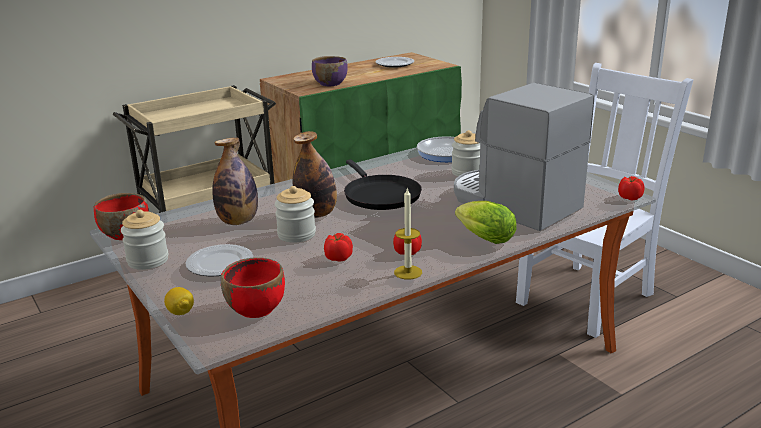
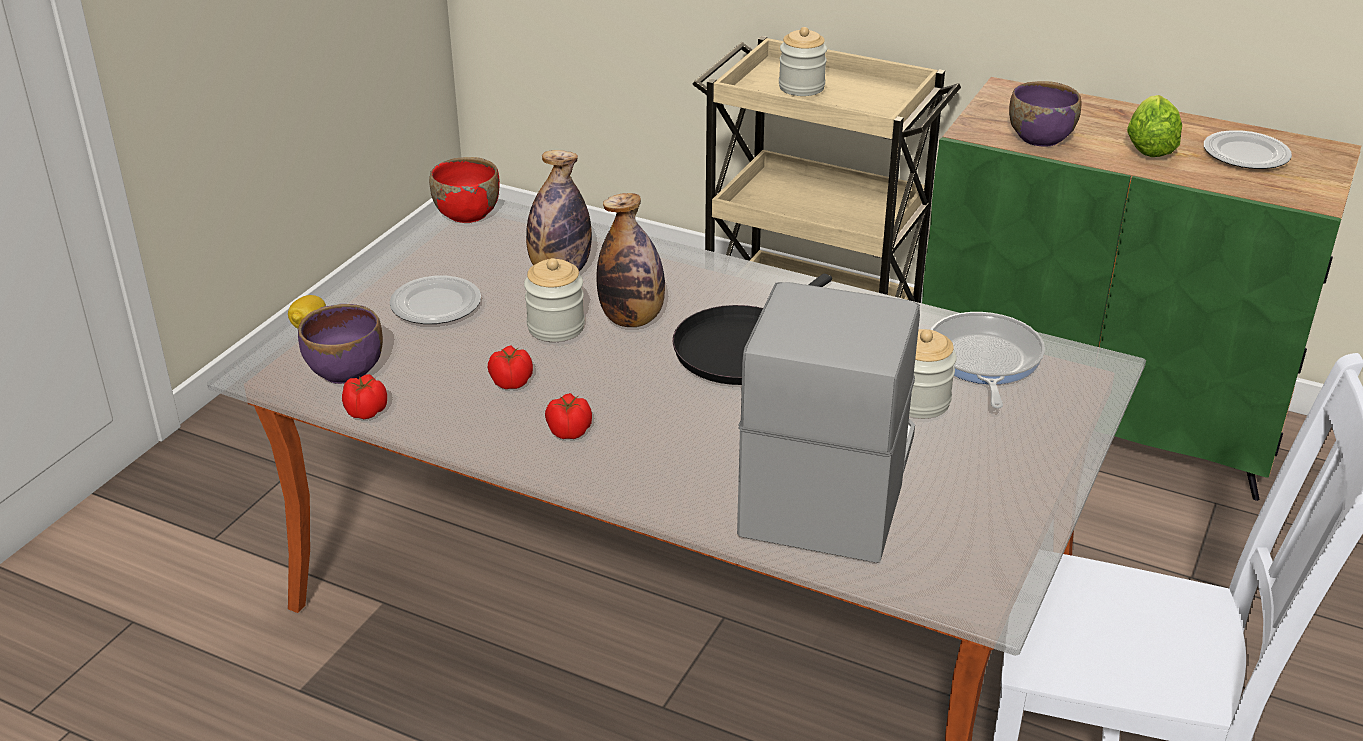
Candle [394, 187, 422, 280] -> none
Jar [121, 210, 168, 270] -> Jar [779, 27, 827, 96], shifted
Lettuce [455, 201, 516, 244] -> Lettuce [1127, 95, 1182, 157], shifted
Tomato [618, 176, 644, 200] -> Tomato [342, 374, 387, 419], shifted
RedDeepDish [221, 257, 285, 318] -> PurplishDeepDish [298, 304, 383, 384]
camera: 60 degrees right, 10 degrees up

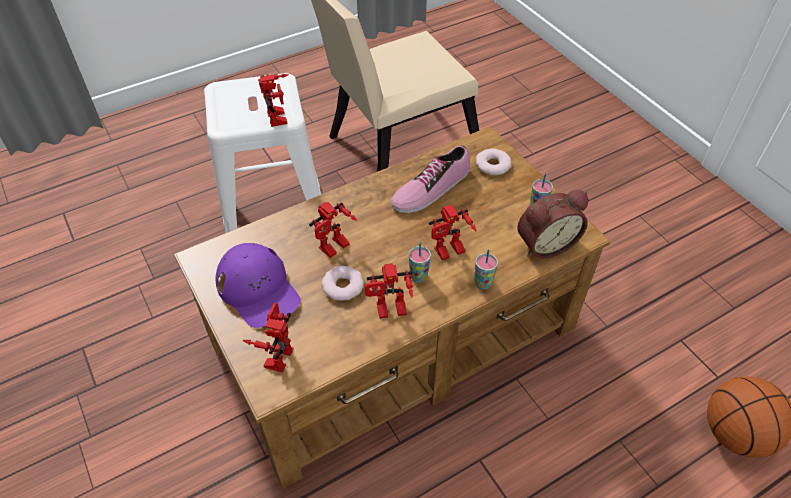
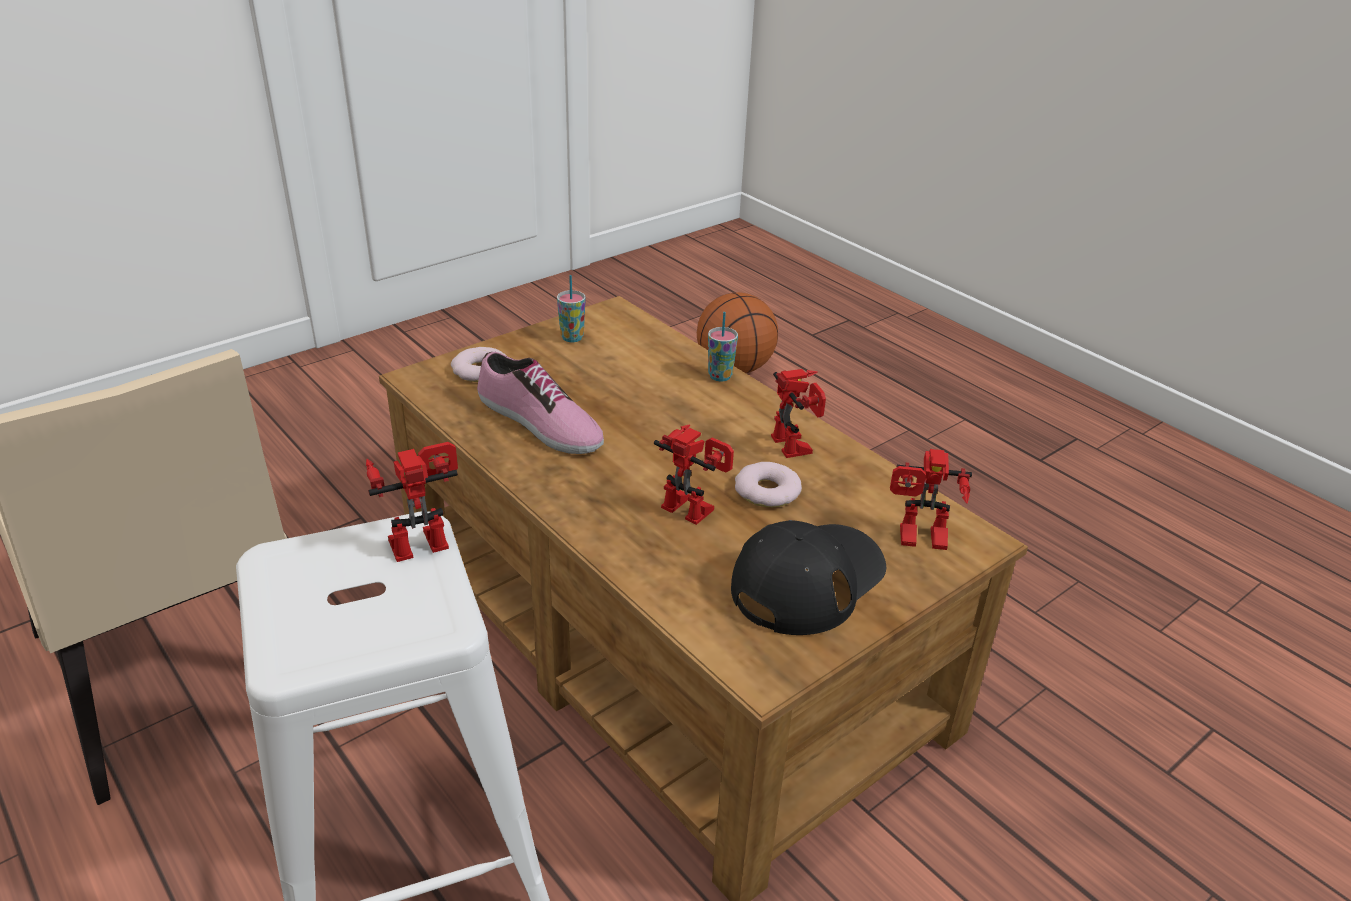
DrinkingCup [409, 242, 431, 283] -> none
ModelRobot [429, 205, 476, 260] -> none
BedsideClock [517, 190, 588, 258] -> none
PurplishCap [215, 243, 301, 328] -> BlackColouredCap [731, 520, 886, 635]
camera: 100 degrees left, 15 degrees down

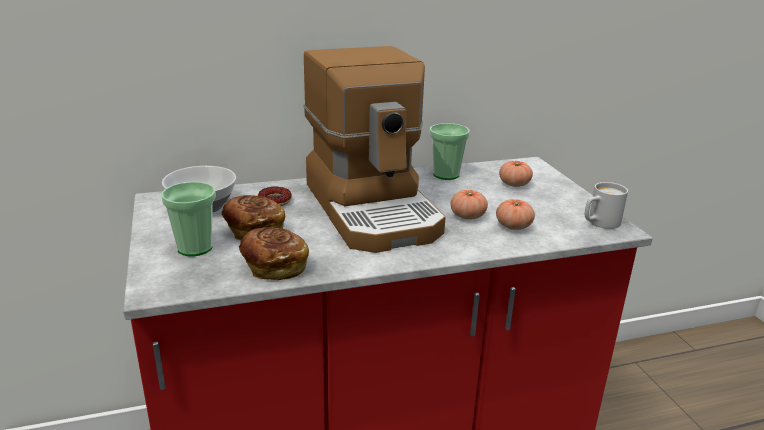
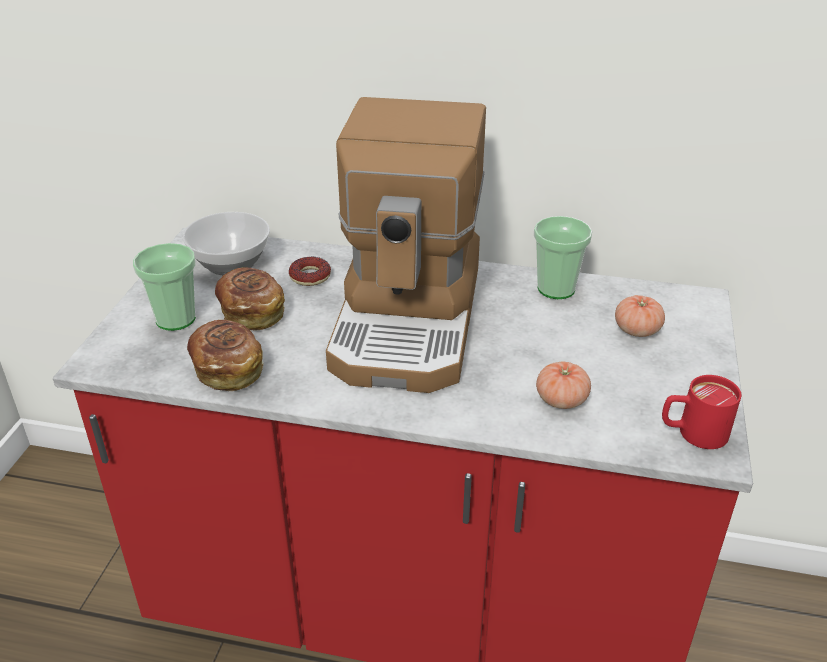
Tomato [450, 190, 488, 220] -> none
WhiteMug [585, 182, 628, 229] -> RedMug [662, 375, 741, 449]
camera: 30 degrees right, 10 degrees up

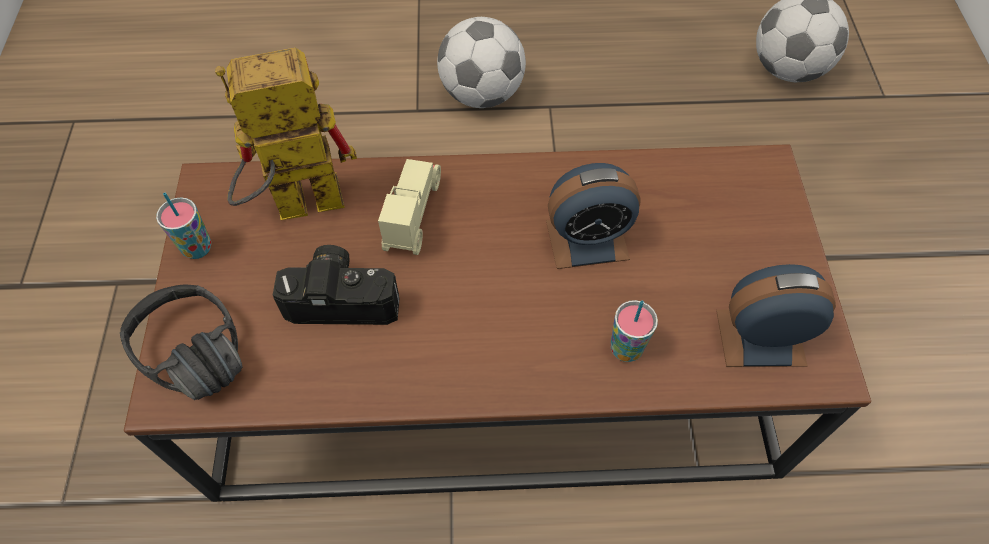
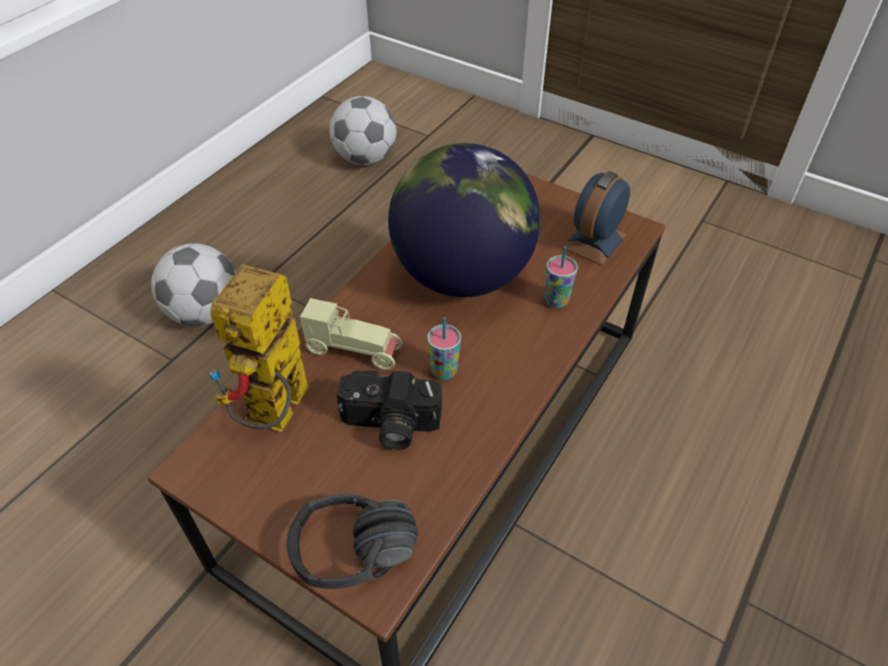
DrinkingCup [156, 193, 211, 259] -> DrinkingCup [427, 317, 461, 380], shifted
BedsideClock [546, 163, 641, 269] -> DeskGlobe [388, 143, 541, 297]
StillCamera [273, 245, 399, 325] -> StillCamera [337, 370, 442, 450], 120 degrees counterclockwise
BeigeToyCar [378, 159, 441, 255] -> BeigeToyCar [300, 298, 403, 371], 150 degrees clockwise
camera: 55 degrees left, 10 degrees down

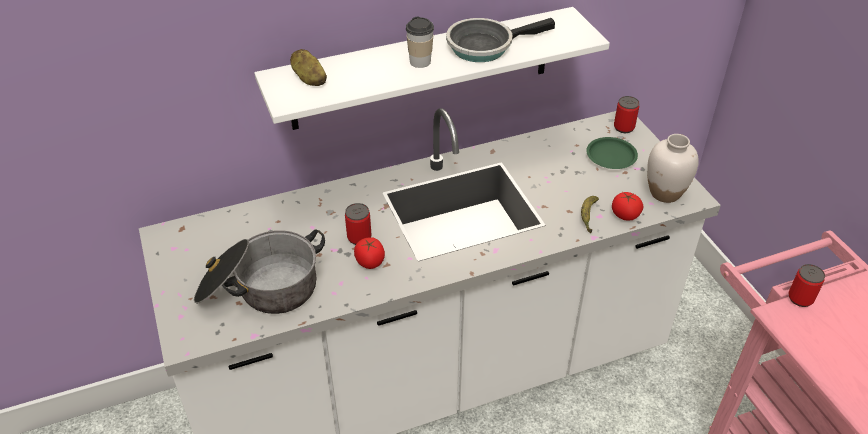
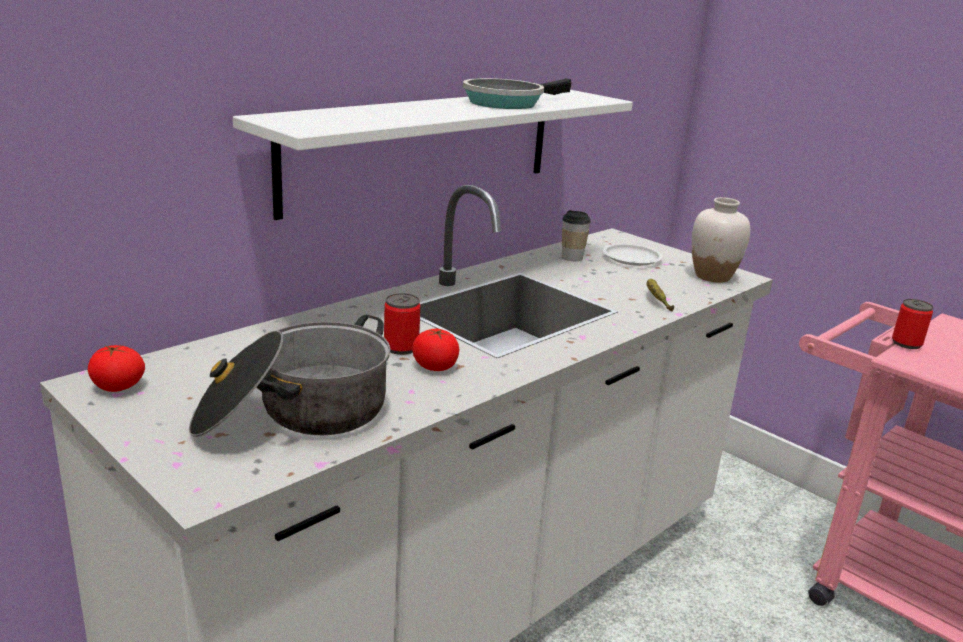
Spud [290, 49, 327, 86] -> none
MetalCan [614, 96, 639, 133] -> none
DrinkingCup [406, 17, 434, 68] -> DrinkingCup [562, 210, 591, 261], shifted
Tomato [612, 192, 644, 220] -> Tomato [88, 345, 145, 392], shifted
GreenColouredPlate [586, 137, 638, 169] -> WhitePlate [603, 244, 663, 266]
camera: 25 degrees left, 20 degrees down

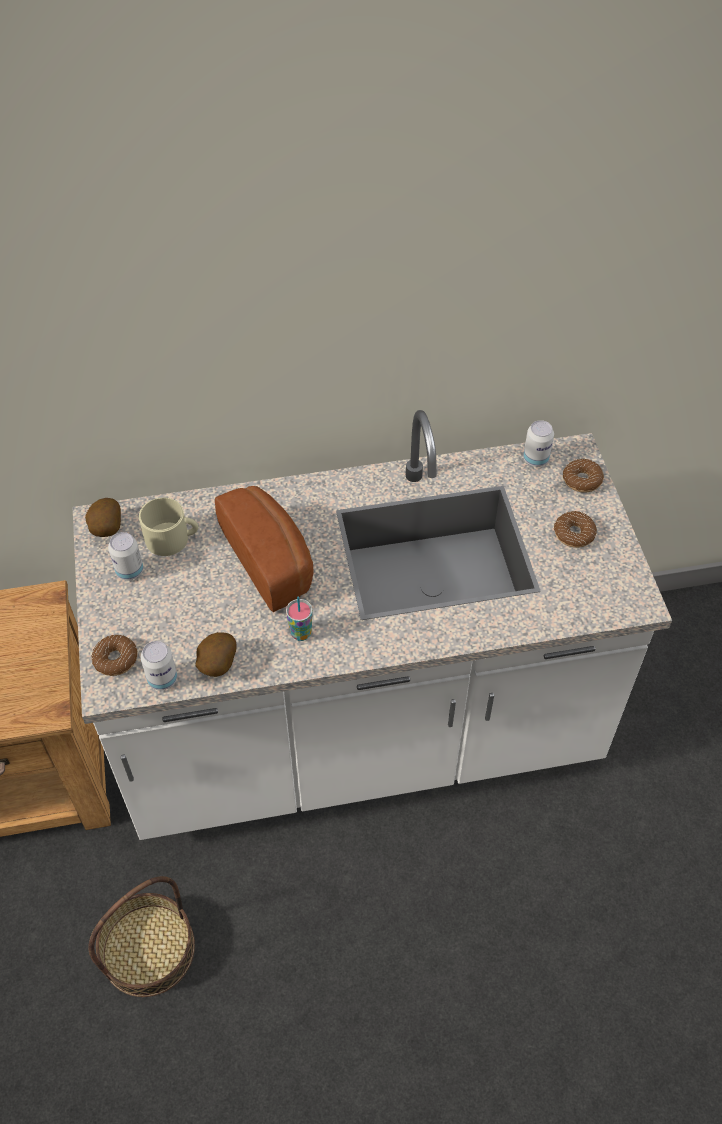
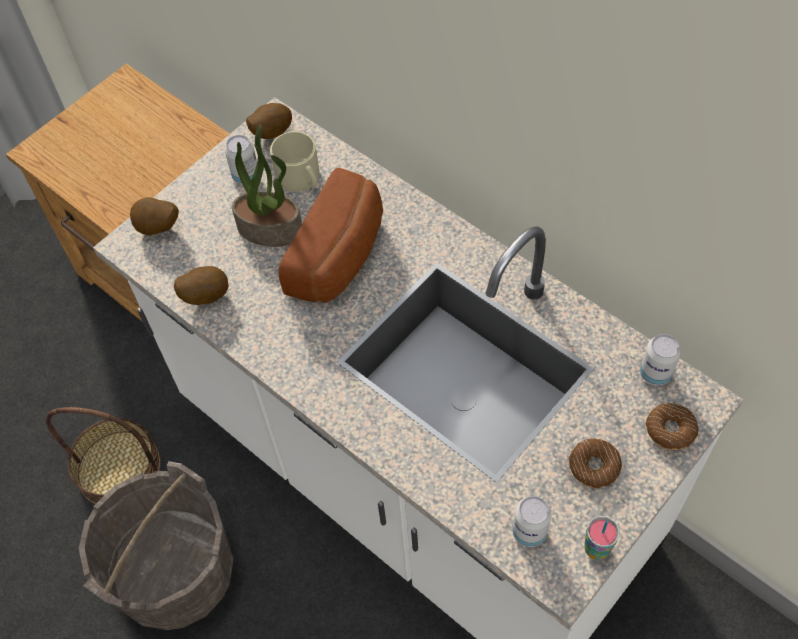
none -> GrayBucket [79, 461, 233, 630]
none -> Houseplant [232, 125, 302, 247]
MetalCan [141, 641, 177, 690] -> MetalCan [512, 496, 552, 547], shifted
DrinkingCup [286, 596, 313, 641] -> DrinkingCup [584, 516, 620, 560], shifted
RingDoughnut [91, 635, 137, 676] -> Spud [130, 197, 179, 235]
camera: 55 degrees right, 5 degrees up

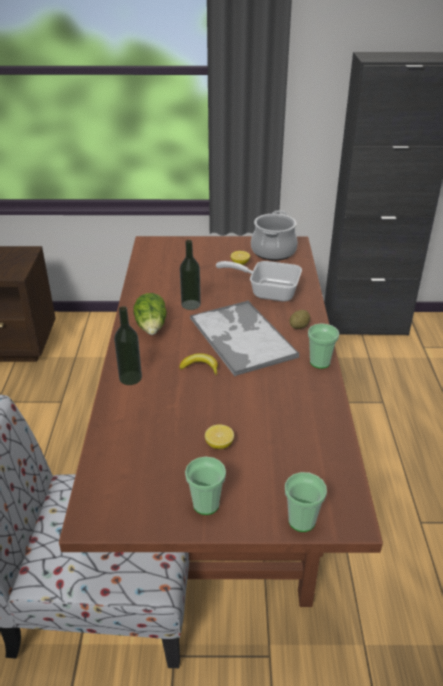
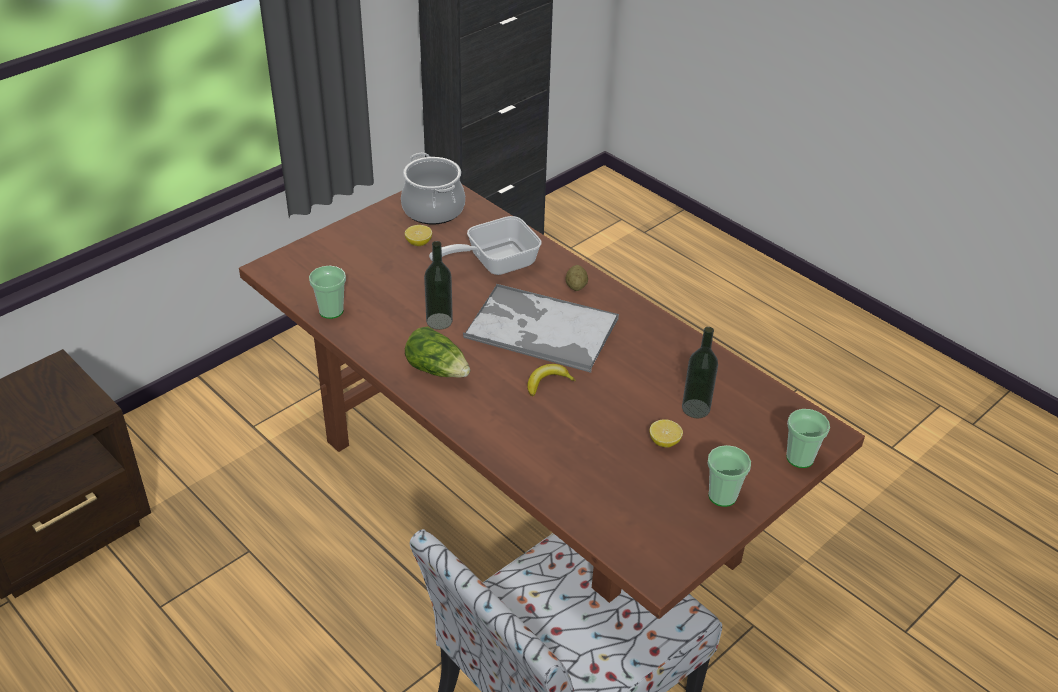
BeverageBottle [114, 306, 142, 385] -> BeverageBottle [682, 327, 718, 418], shifted
DrinkingCup [308, 324, 339, 369] -> DrinkingCup [309, 266, 346, 319], shifted
camera: 45 degrees left, 5 degrees up

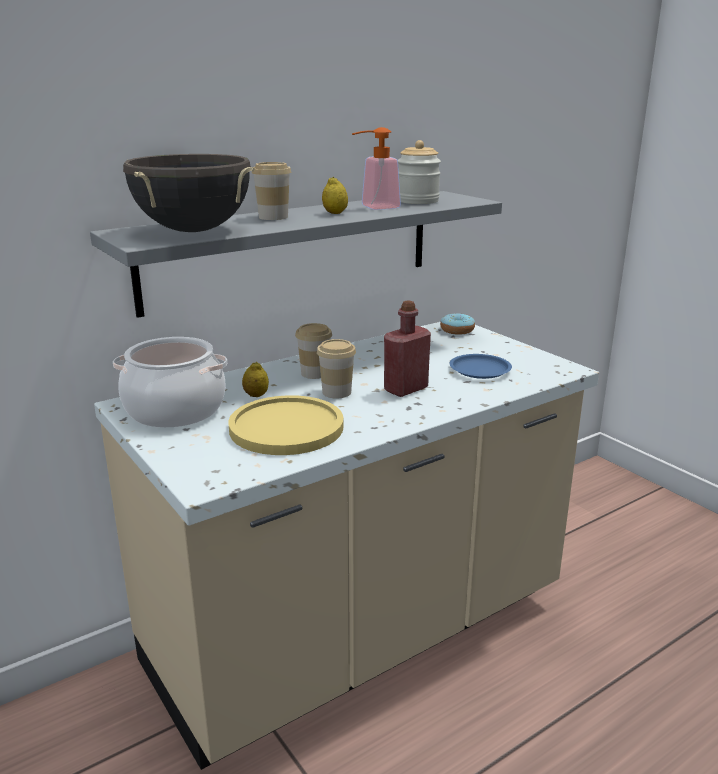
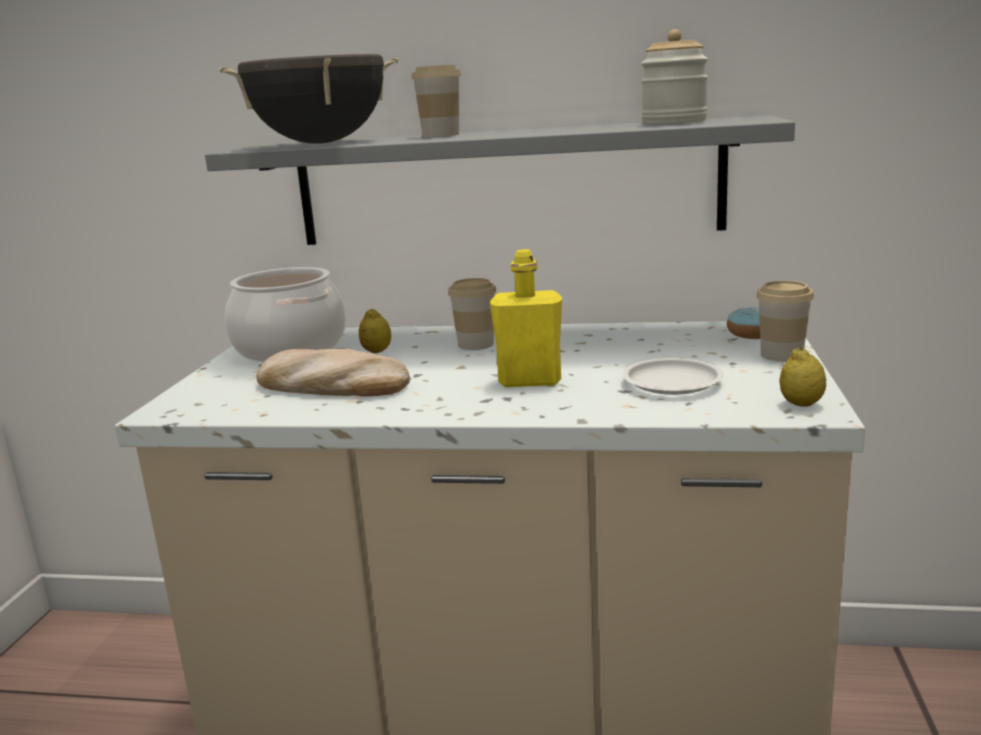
SoapBottle [352, 127, 401, 210] -> none
DrinkingCup [317, 339, 356, 399] -> DrinkingCup [756, 281, 814, 362], shifted
CitrusFruit [322, 177, 348, 214] -> CitrusFruit [779, 348, 826, 407], shifted
YellowishPlate [228, 395, 343, 455] -> Bread [256, 349, 410, 397]
RedBeverageBottle [384, 300, 431, 397] -> YellowishBeverageBottle [490, 249, 562, 387]
BlueColouredPlate [450, 354, 512, 379] -> WhitePlate [622, 358, 724, 395]
camera: 45 degrees right, 5 degrees down

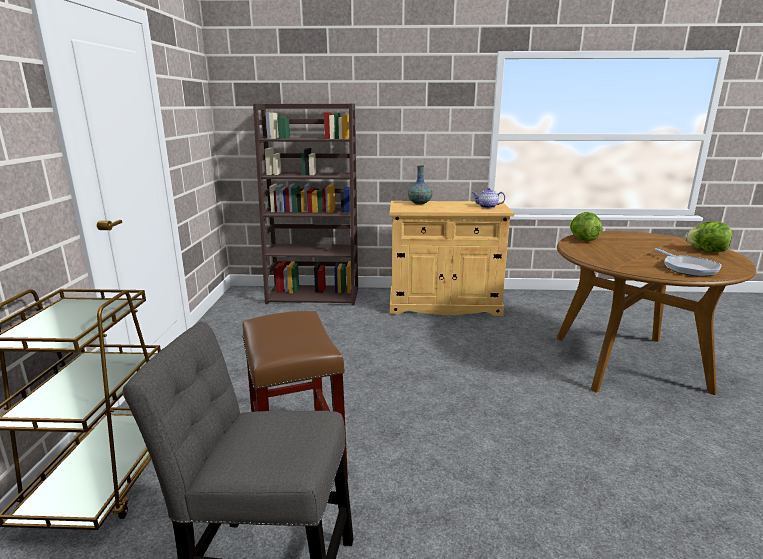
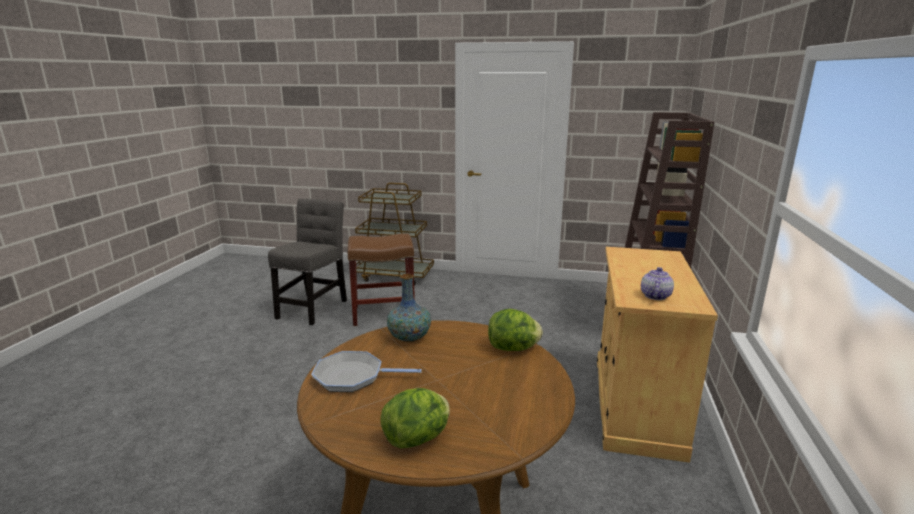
DecorativeVase [408, 165, 433, 205] -> DecorativeVase [387, 274, 431, 342], shifted
camera: 100 degrees right, 0 degrees up

